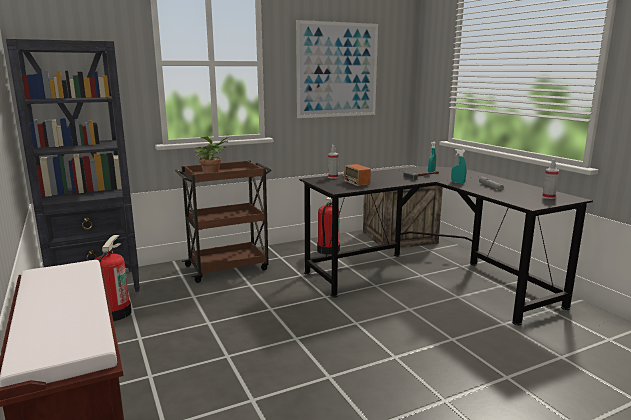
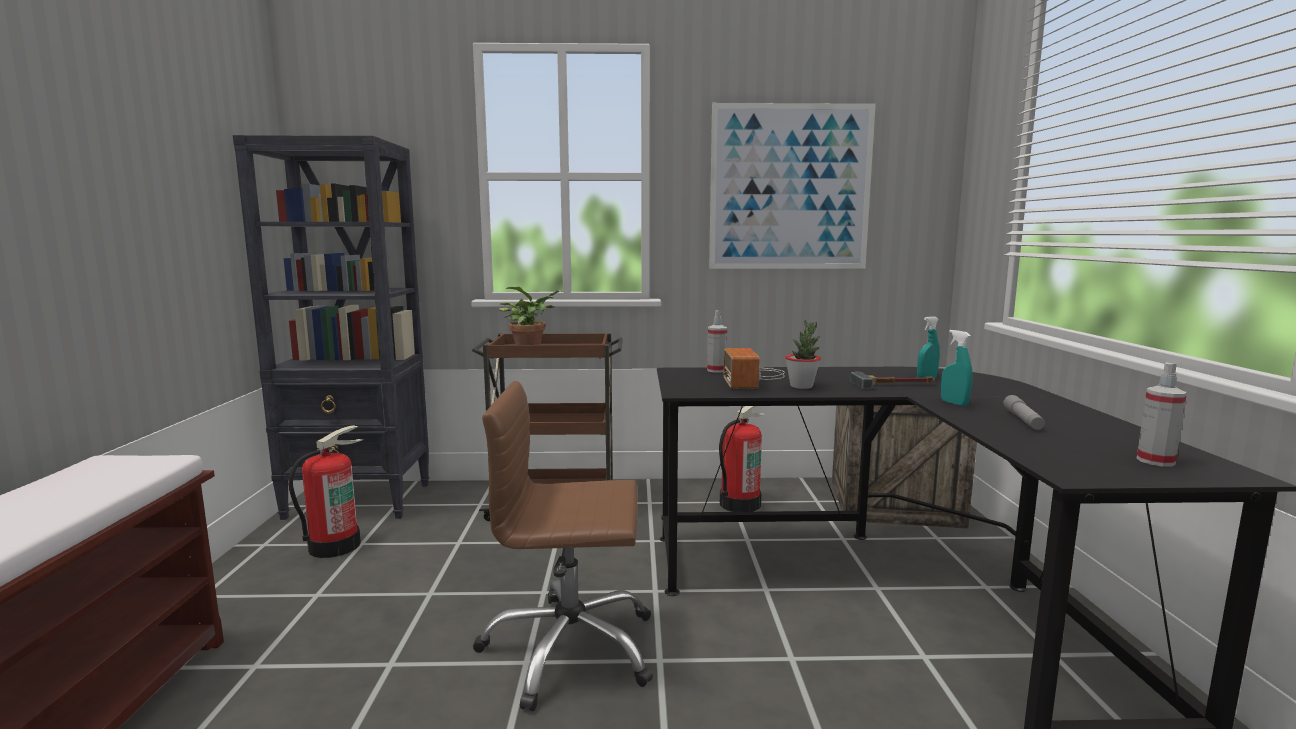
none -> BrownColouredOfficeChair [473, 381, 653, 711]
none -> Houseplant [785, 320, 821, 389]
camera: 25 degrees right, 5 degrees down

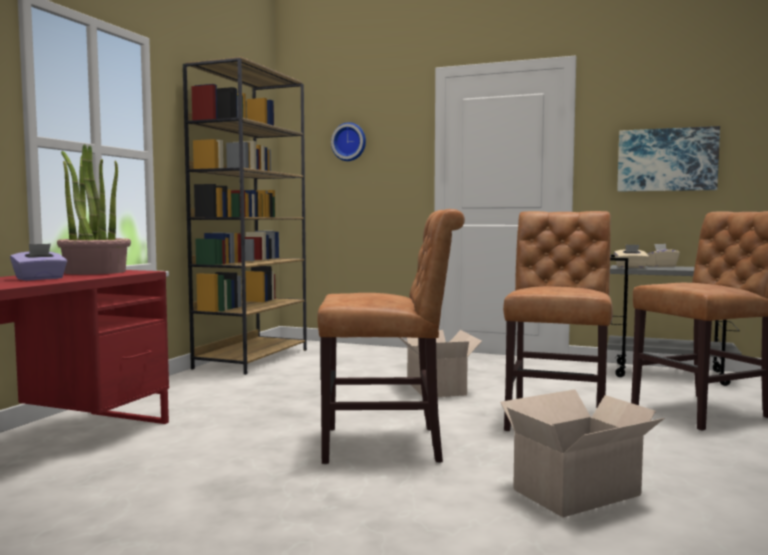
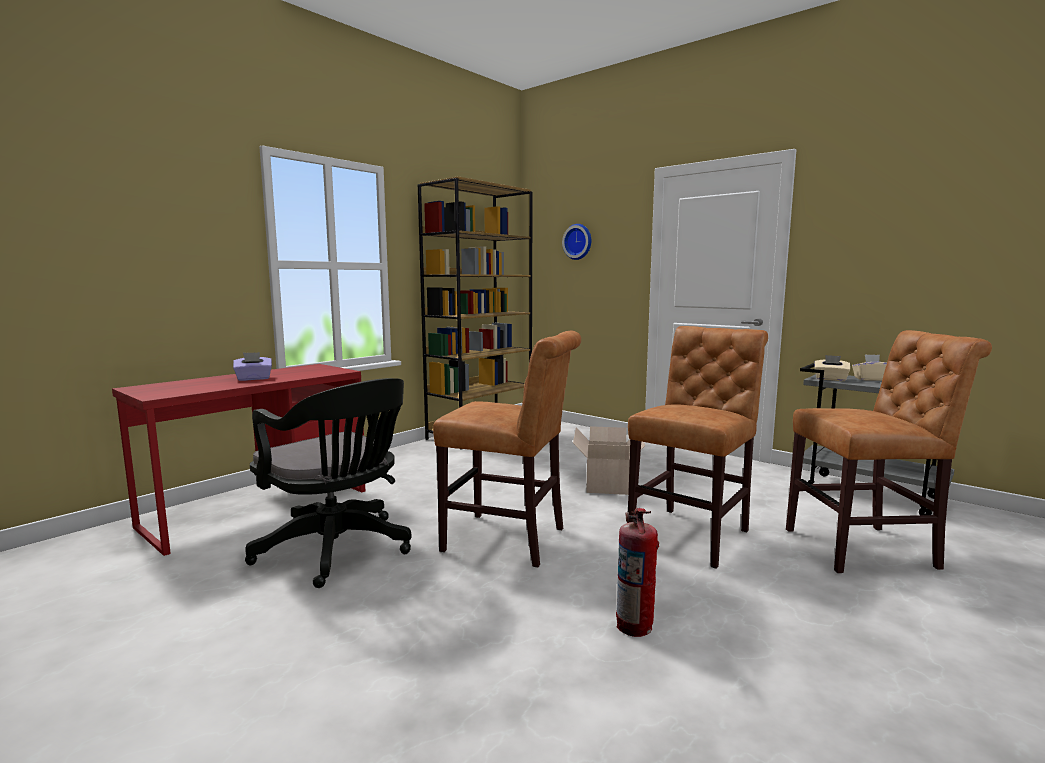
Houseplant [57, 144, 131, 275] -> none
WallPicture [617, 126, 720, 191] -> none
none -> BlackColouredOfficeChair [245, 378, 412, 588]
PackingBox [500, 389, 665, 517] -> Extinguisher [616, 507, 659, 637]
camera: 20 degrees right, 5 degrees up

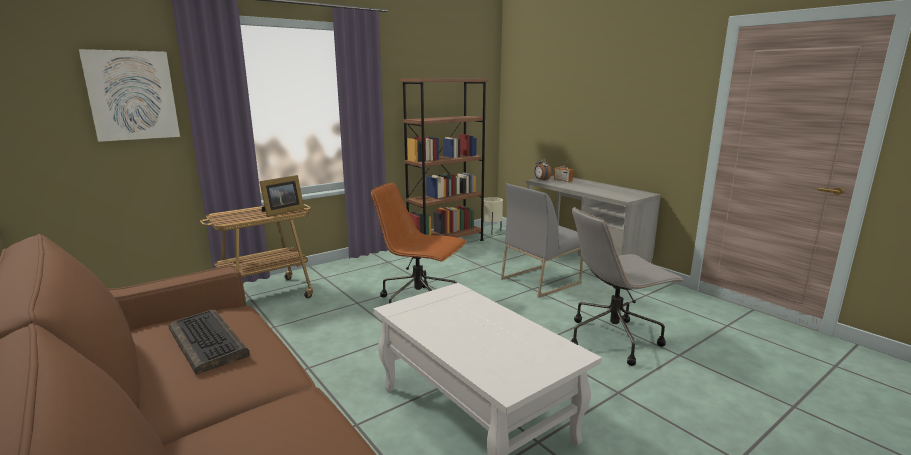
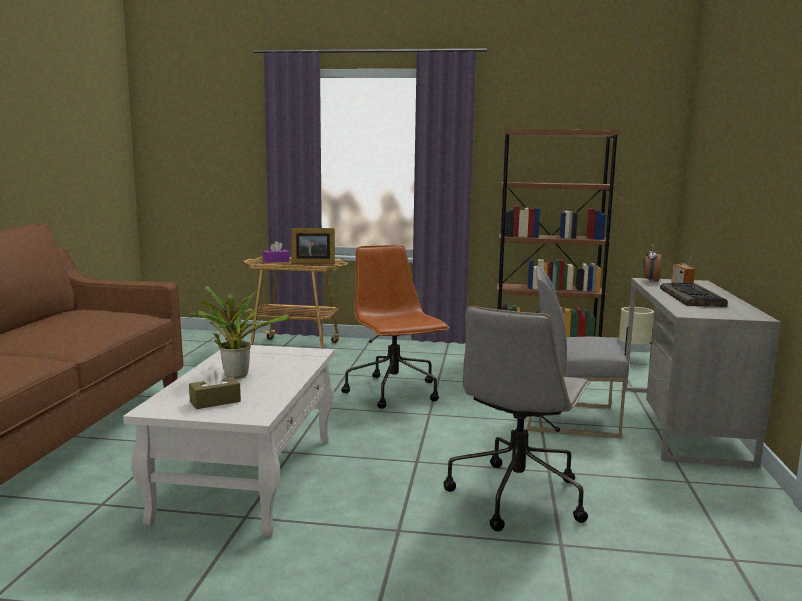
WallPicture [79, 49, 180, 142] -> none
none -> Houseplant [189, 286, 289, 379]
none -> BrownColouredBoxOfTissues [189, 364, 241, 409]
none -> PurplishBoxOfTissues [263, 241, 289, 263]
PcKeyboard [169, 309, 250, 374] -> PcKeyboard [660, 283, 728, 307], shifted
GrayOfficeChair [571, 207, 684, 366] -> GrayOfficeChair [444, 306, 590, 531], 90 degrees counterclockwise
camera: 45 degrees right, 5 degrees down

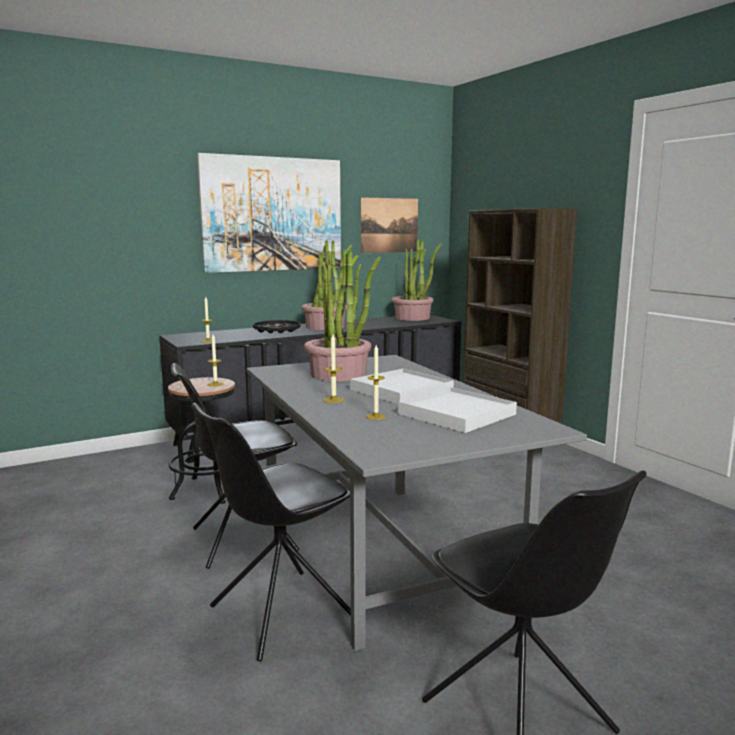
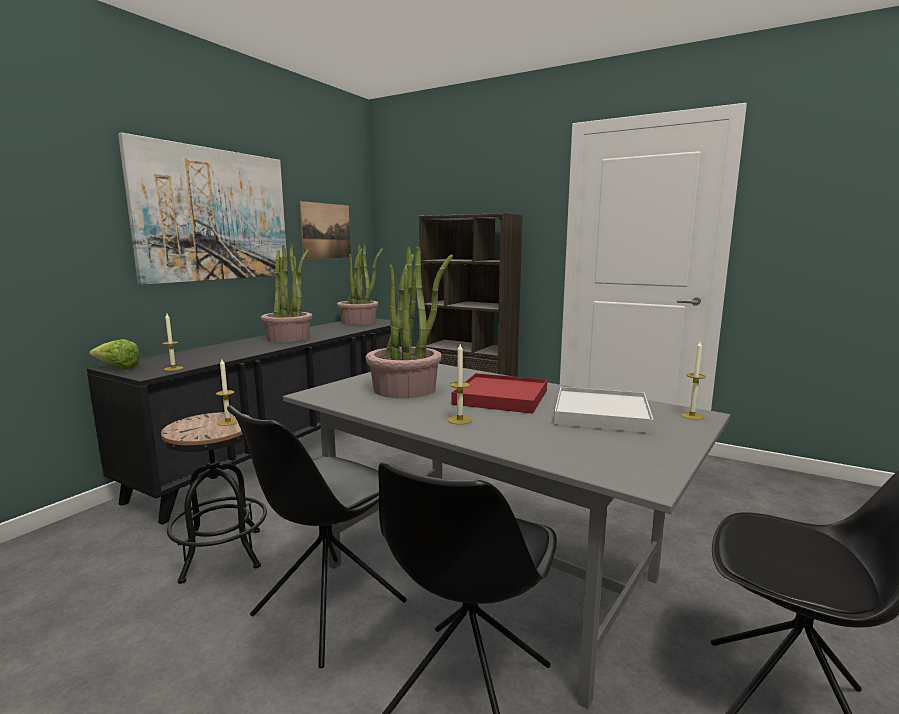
BlackColouredTray [253, 320, 300, 333] -> none
none -> Lettuce [89, 339, 140, 369]
Candle [366, 345, 386, 420] -> Candle [681, 342, 706, 420], shifted
WhiteTray [350, 369, 454, 404] -> RedTray [452, 373, 547, 414]
camera: 30 degrees left, 0 degrees up

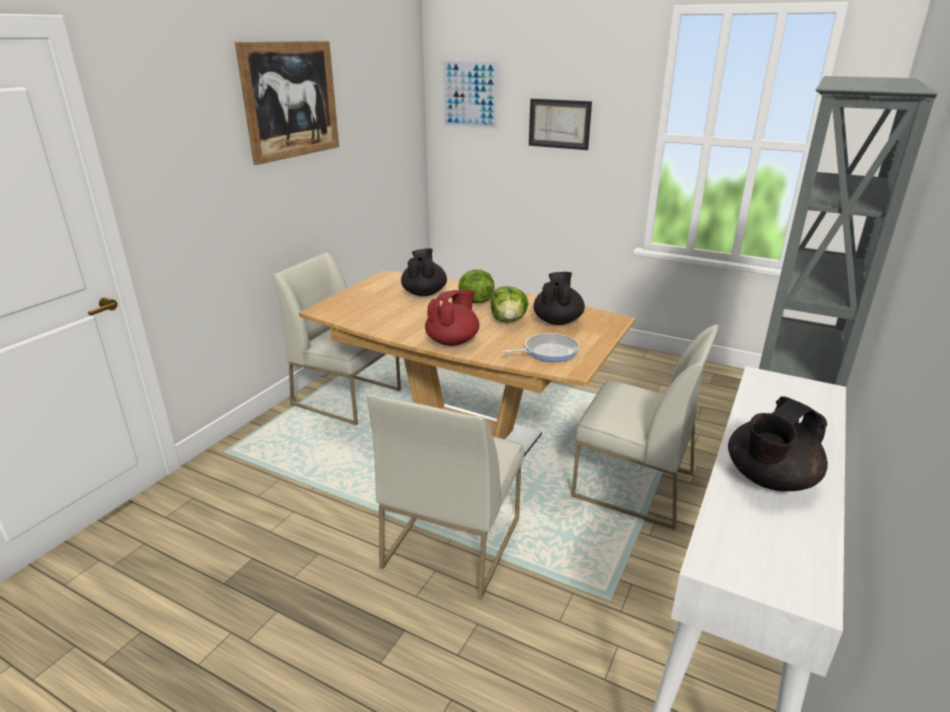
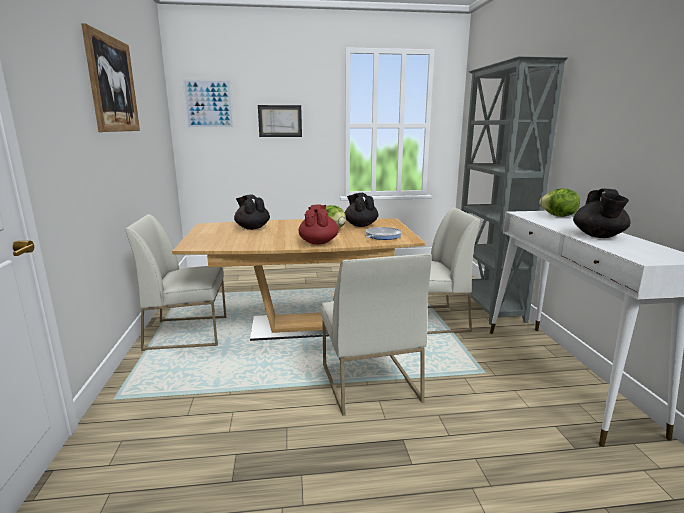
Lettuce [458, 269, 494, 303] -> Lettuce [539, 188, 580, 217], shifted
camera: 35 degrees left, 10 degrees down

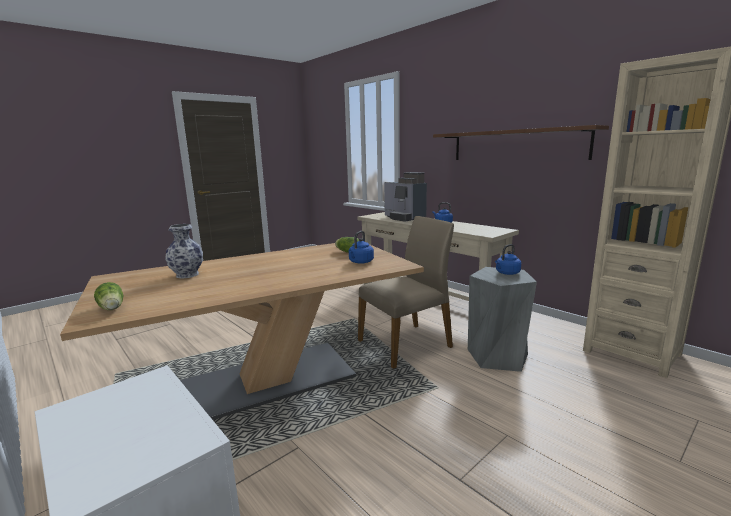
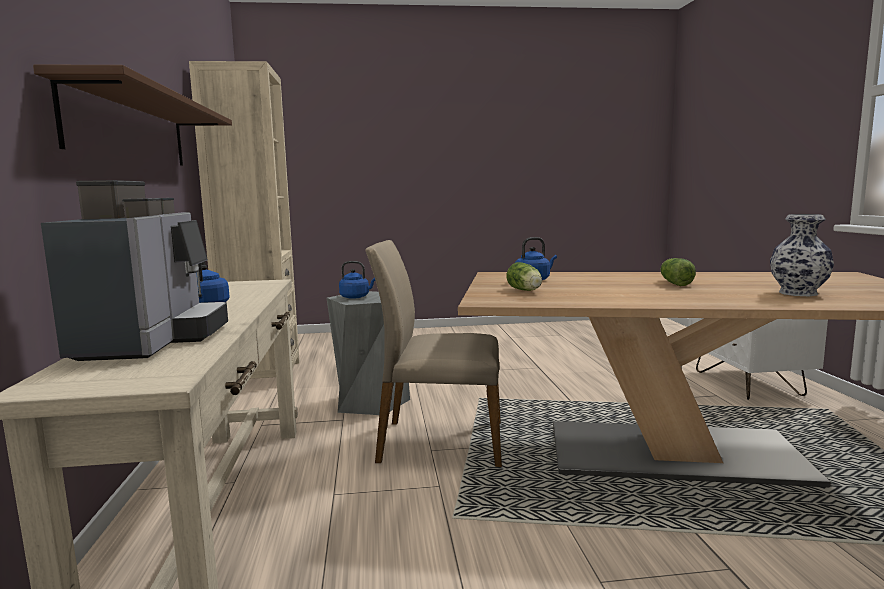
Lettuce [94, 282, 123, 310] -> Lettuce [660, 258, 696, 286], shifted
camera: 145 degrees left, 5 degrees down

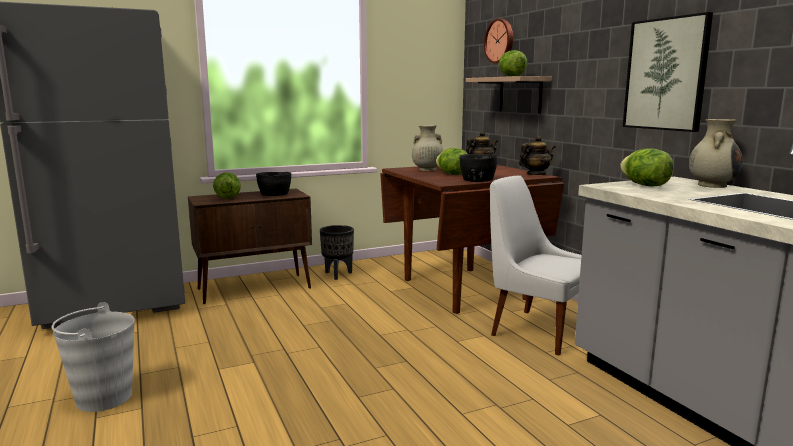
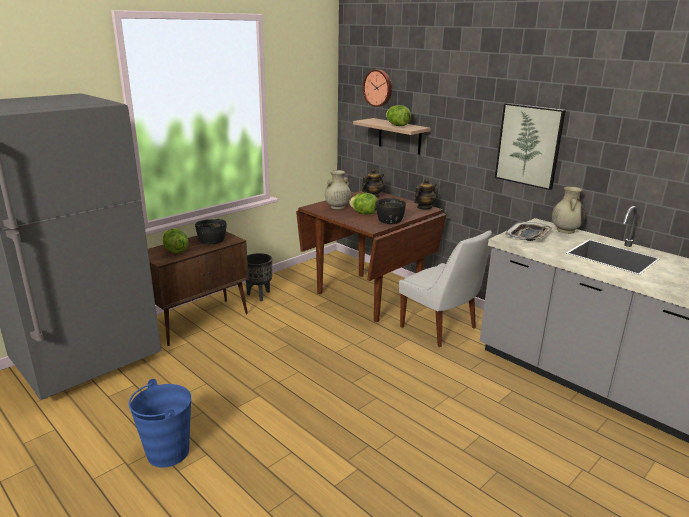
Lettuce [620, 148, 674, 187] -> Tray [506, 222, 552, 241]
GrayBucket [52, 302, 135, 412] -> BlueColouredBucket [129, 379, 191, 468]
WhitePlainChair [490, 175, 582, 355] -> WhitePlainChair [399, 230, 492, 347], 150 degrees counterclockwise
camera: 20 degrees left, 10 degrees up

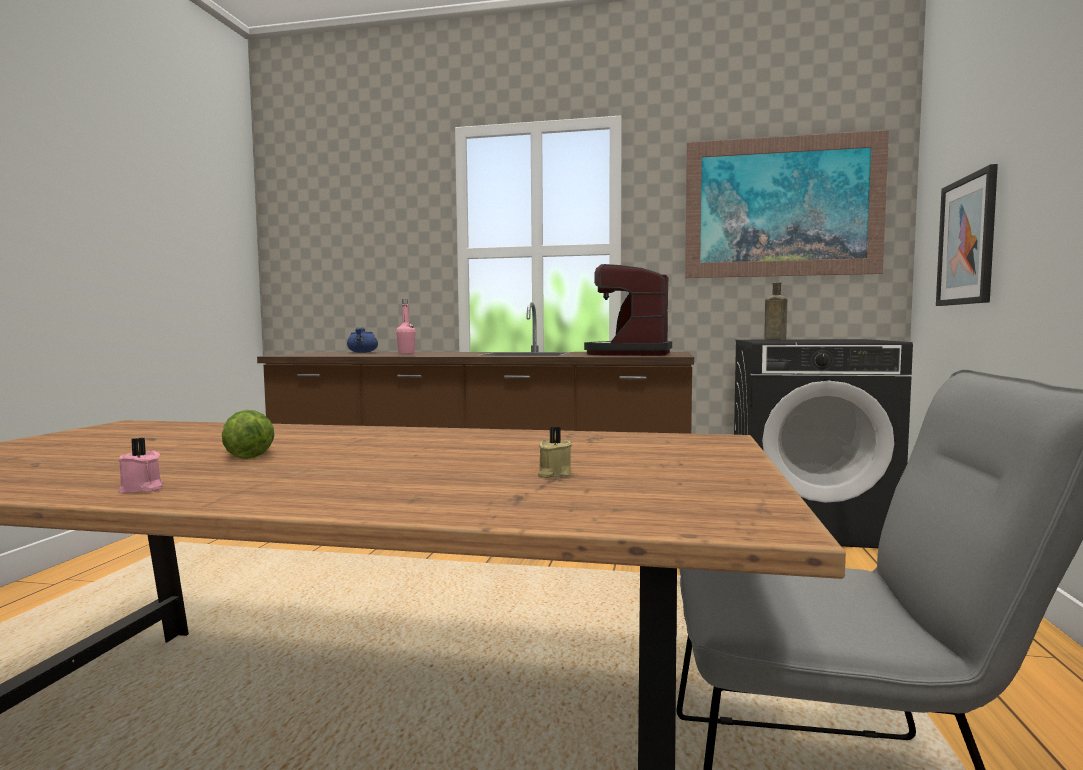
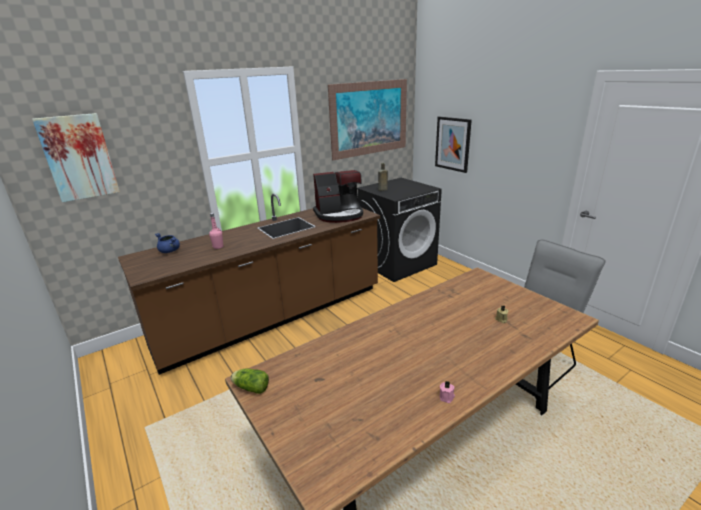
none -> WallPicture [32, 113, 120, 202]
Lettuce [222, 410, 274, 459] -> Lettuce [231, 369, 269, 394], shifted
CoffeeBrewer [584, 264, 672, 356] -> CoffeeBrewer [313, 170, 363, 223], 75 degrees counterclockwise
camera: 45 degrees left, 20 degrees up

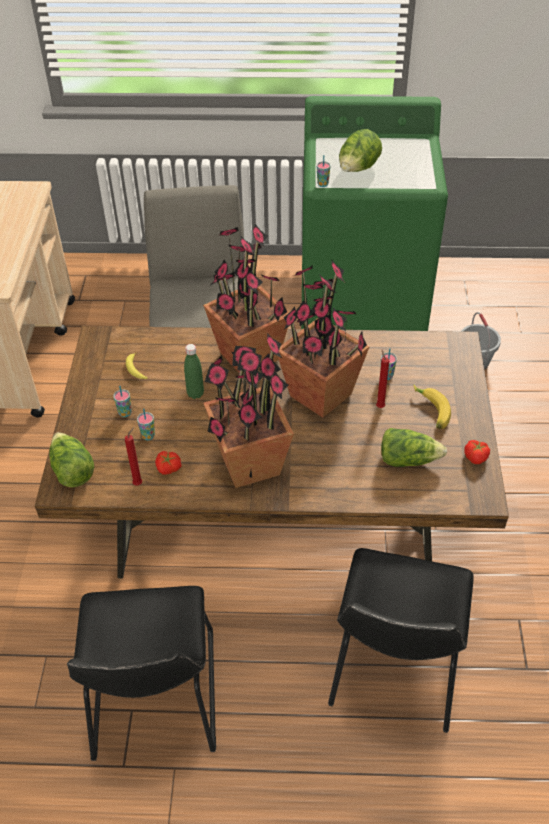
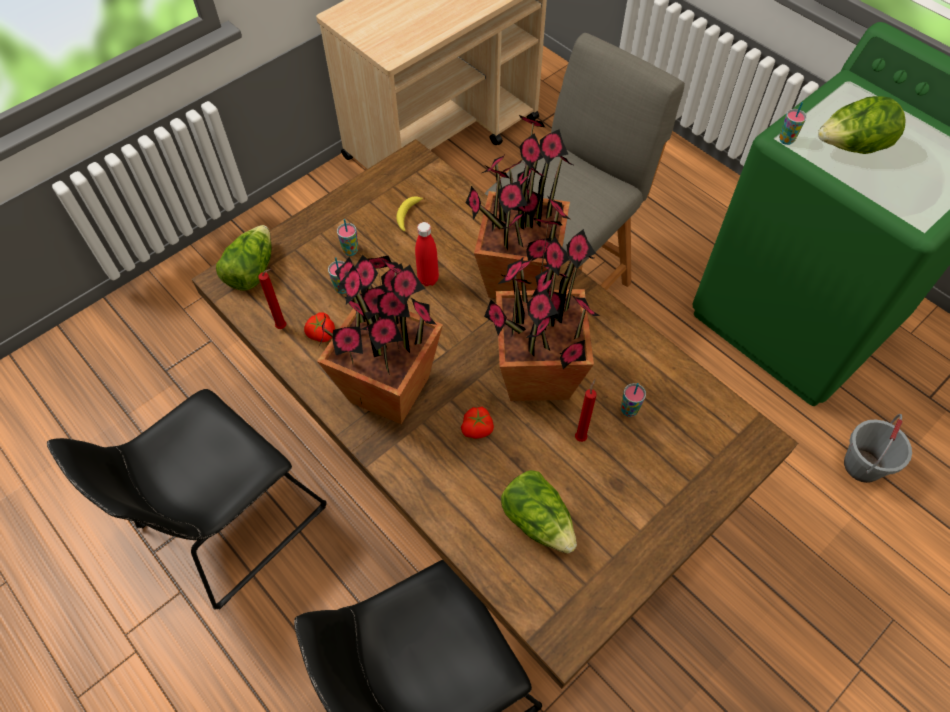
Banana [414, 385, 451, 429] -> none
Tomato [465, 440, 490, 464] -> Tomato [461, 407, 494, 439], shifted
GreenColouredBeverageBottle [184, 344, 204, 399] -> RedBeverageBottle [415, 222, 439, 286]
camera: 45 degrees right, 10 degrees up

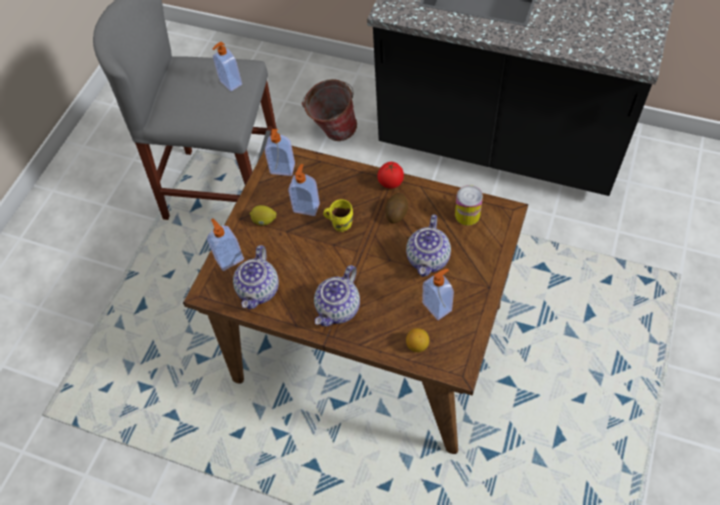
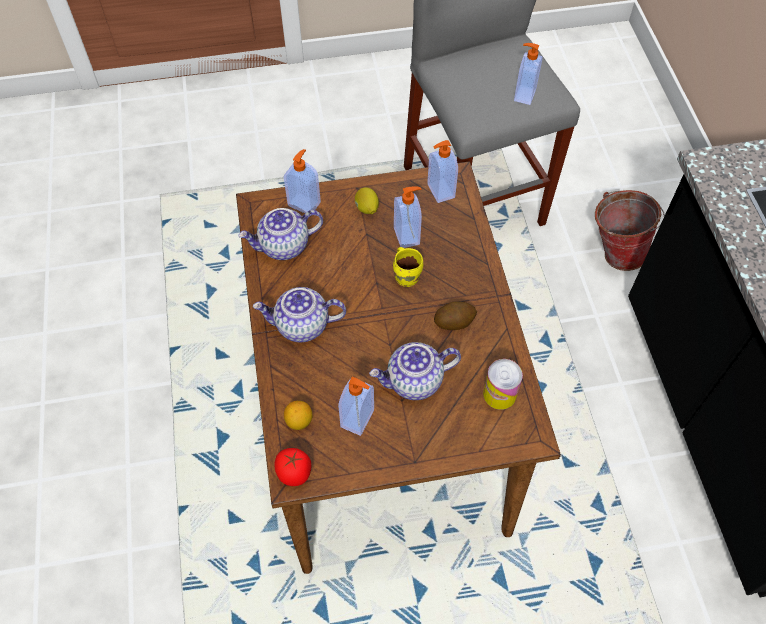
Tomato [377, 162, 404, 188] -> Tomato [274, 448, 312, 486], shifted
camera: 55 degrees right, 0 degrees up

